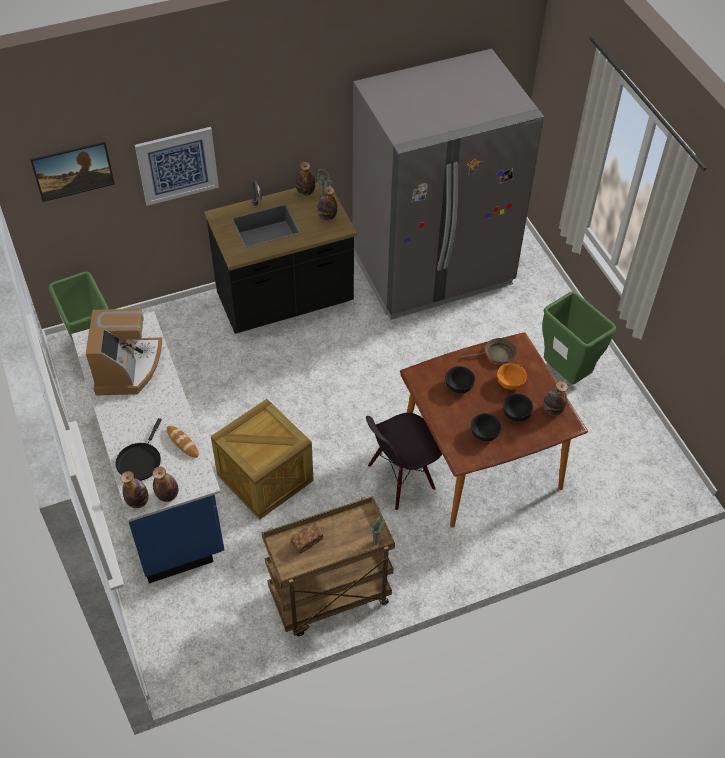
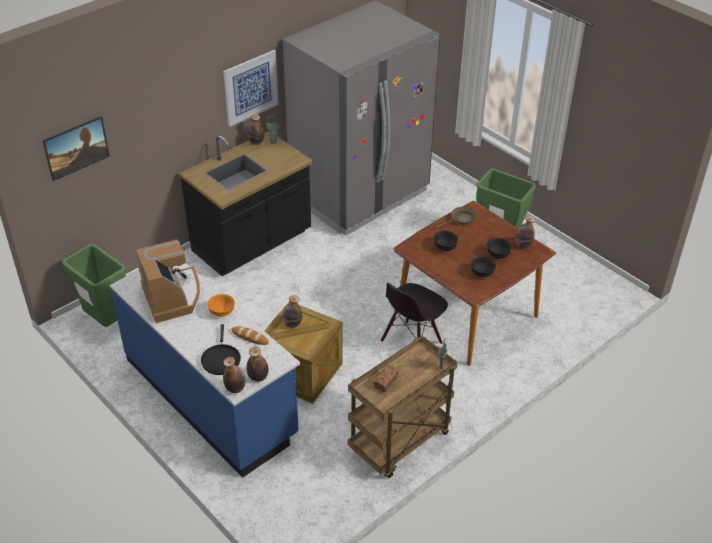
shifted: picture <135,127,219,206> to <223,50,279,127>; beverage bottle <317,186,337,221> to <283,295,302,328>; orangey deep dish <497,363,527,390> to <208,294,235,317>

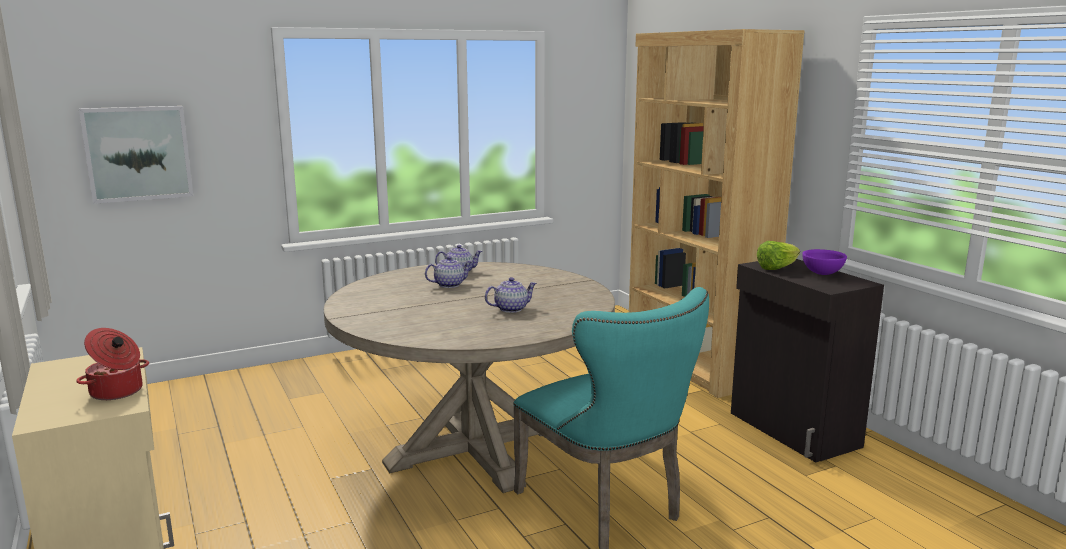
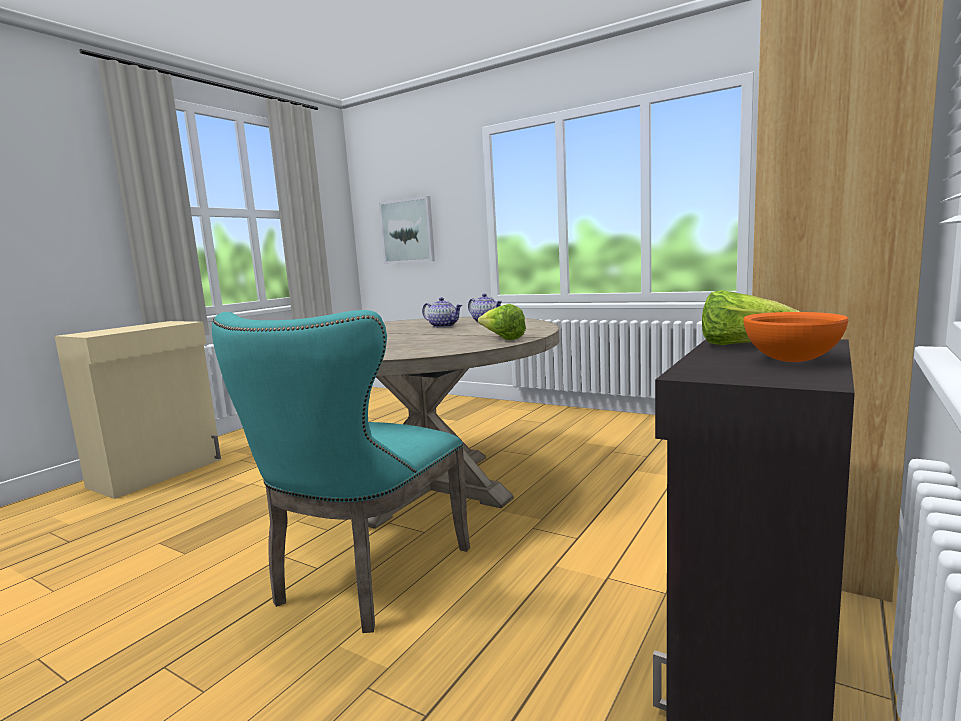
gone: stockpot <76,328,149,400>; tea pot <485,277,537,313>
new: lettuce <478,304,526,340>
repainted: purple-coloured deep dish <802,249,847,275> to orangey deep dish <743,312,848,362>

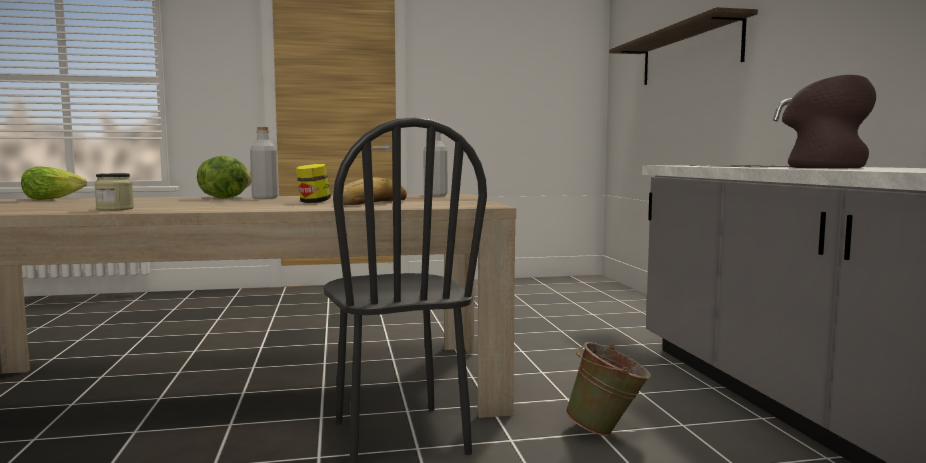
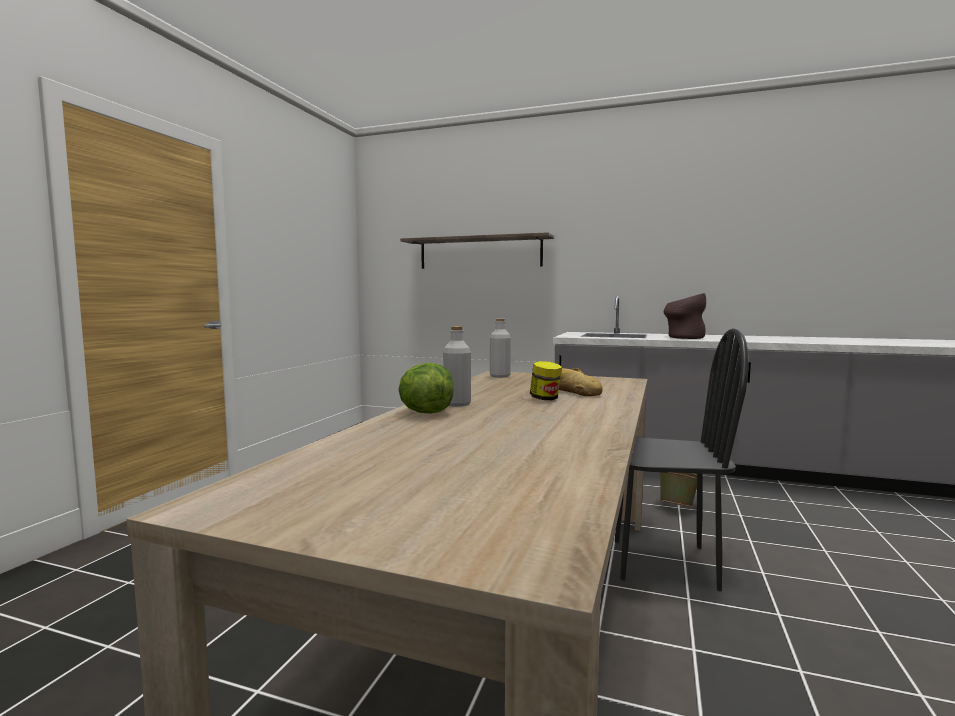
gone: lettuce <21,167,87,200>; preserve jar <94,173,134,211>

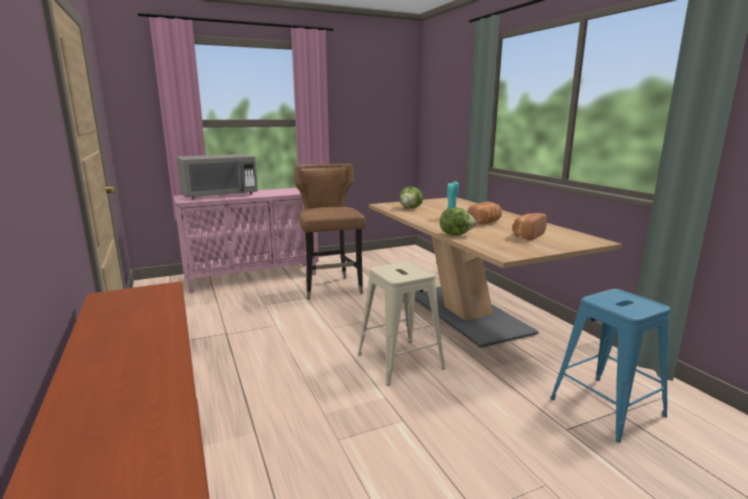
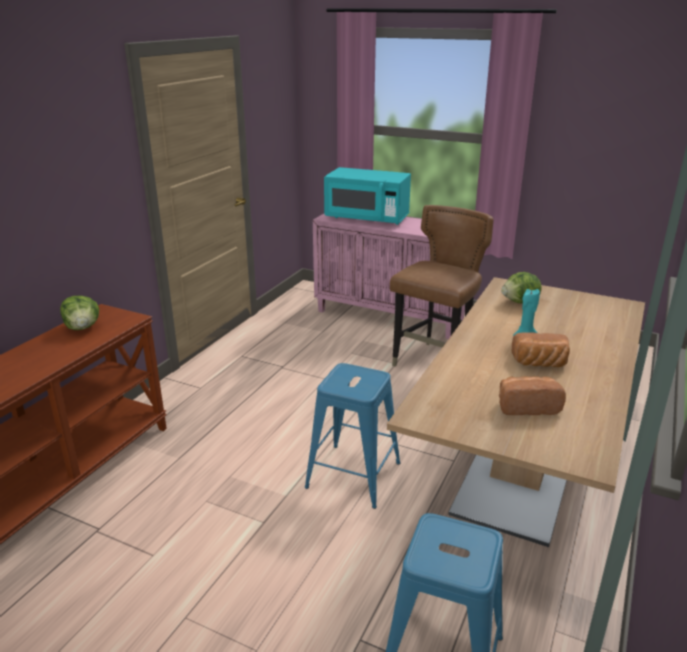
shifted: lettuce <440,207,476,236> to <60,296,99,330>
repainted: gray kitchen microwave <176,154,258,200> to turquoise kitchen microwave <324,167,411,225>; beige-coloured stool seat <358,262,445,386> to blue stool seat <305,363,400,509>

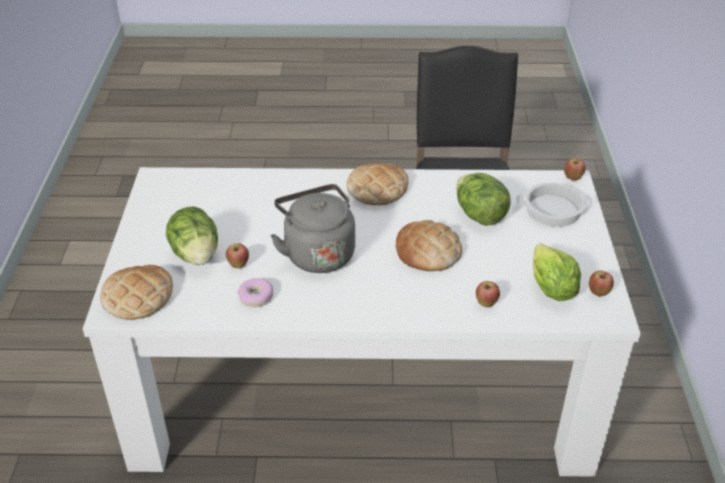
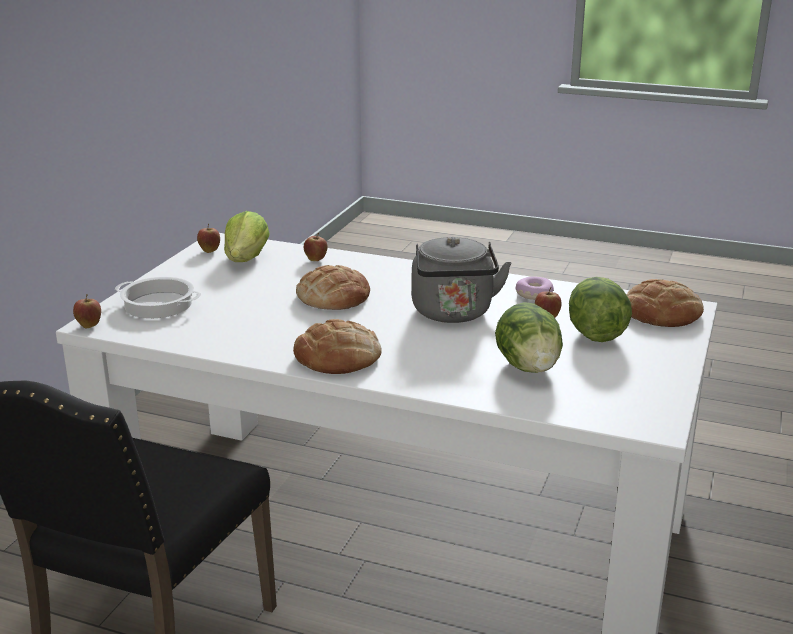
shifted: lettuce <456,173,511,226> to <495,302,563,373>

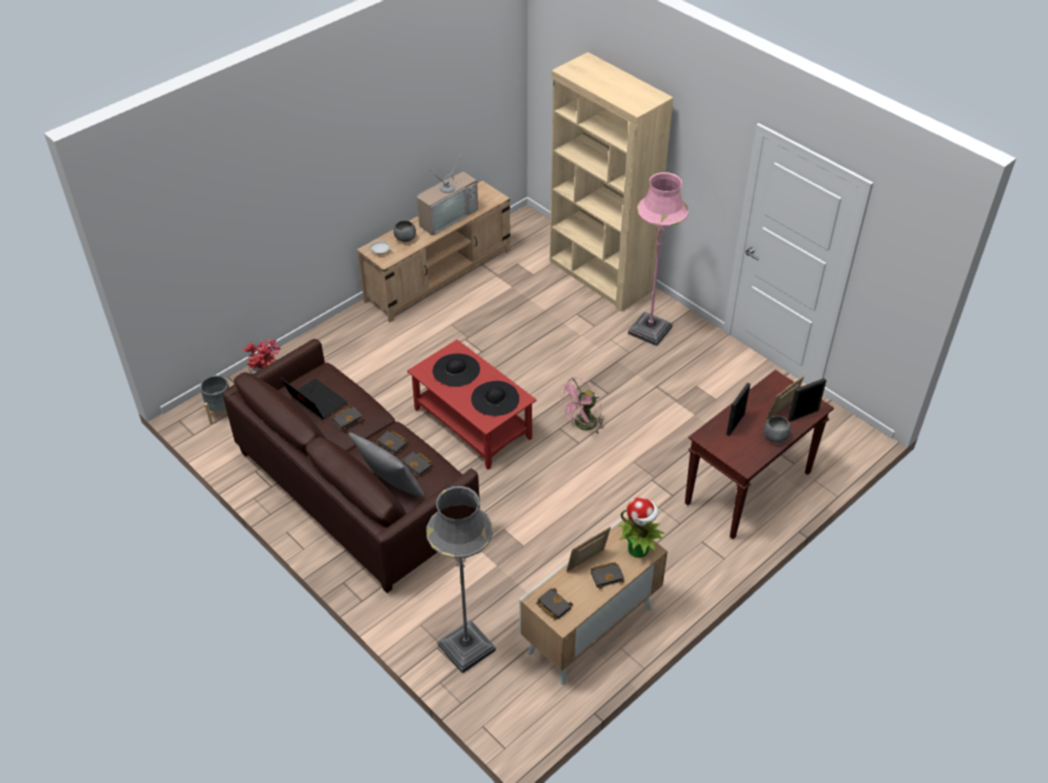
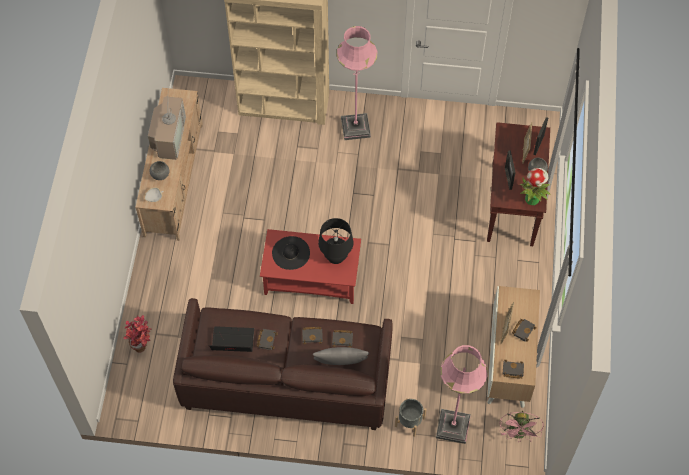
shifted: gray planter <200,375,229,425> to <395,398,427,437>; pink fan <558,377,604,433> to <500,411,544,441>; plant in a pot <618,497,665,558> to <520,168,551,205>
swapped: black-coloured wearable hat <471,381,519,416> to black-coloured table lamp <318,218,353,264>
repainted: gray standard lamp <426,486,496,673> to pink standard lamp <436,345,488,444>

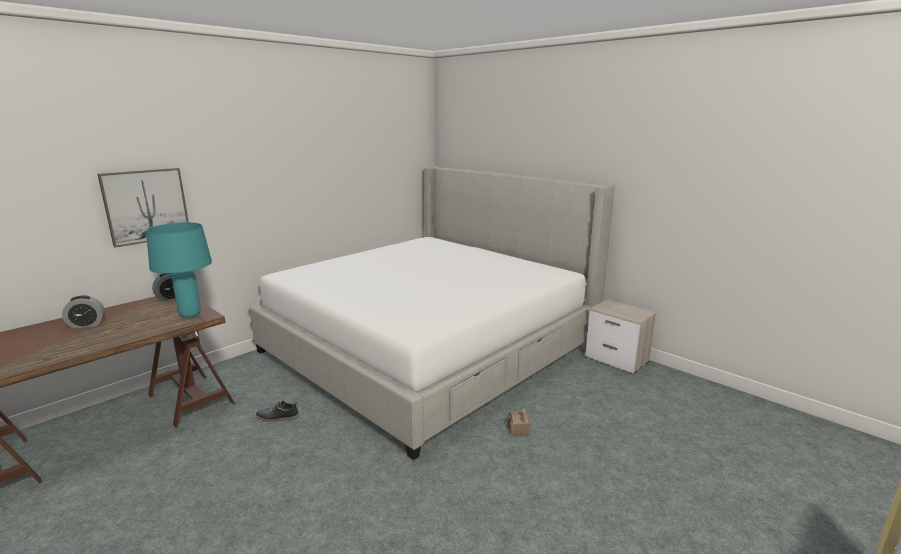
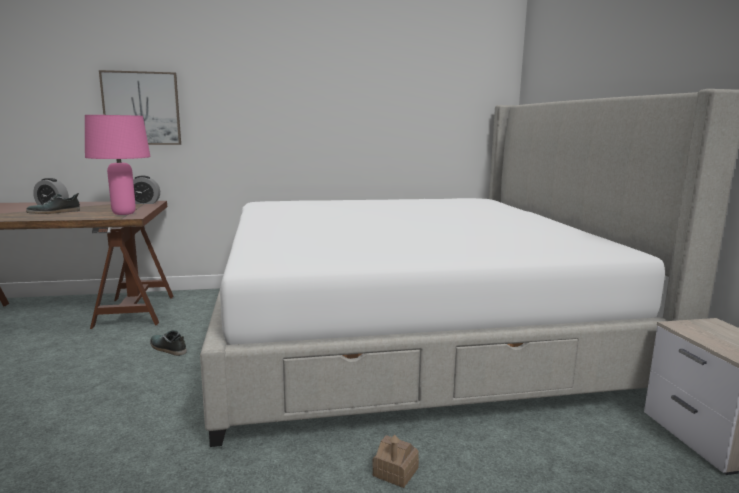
new: item of footwear <26,193,80,214>
repainted: turquoise table lamp <146,222,212,318> to pink table lamp <85,115,150,215>

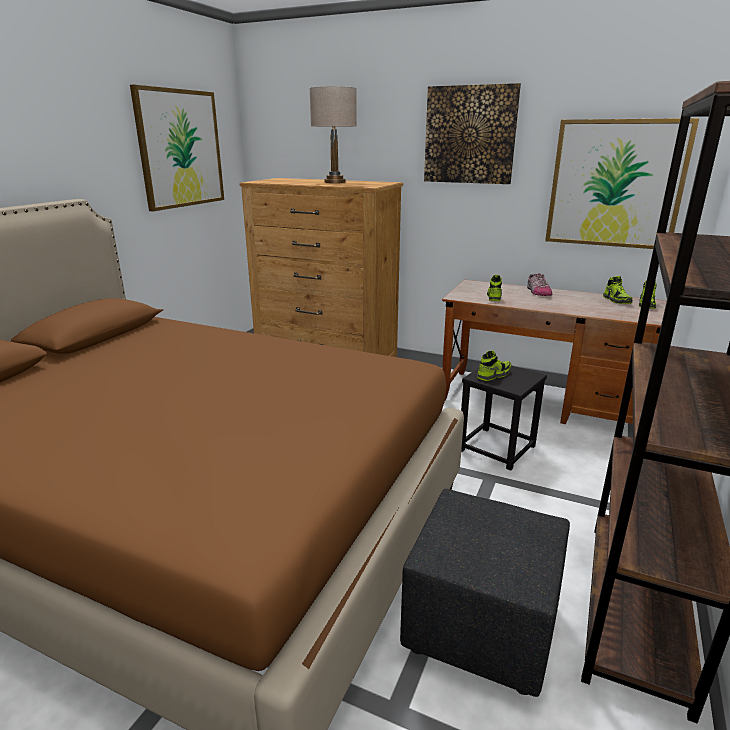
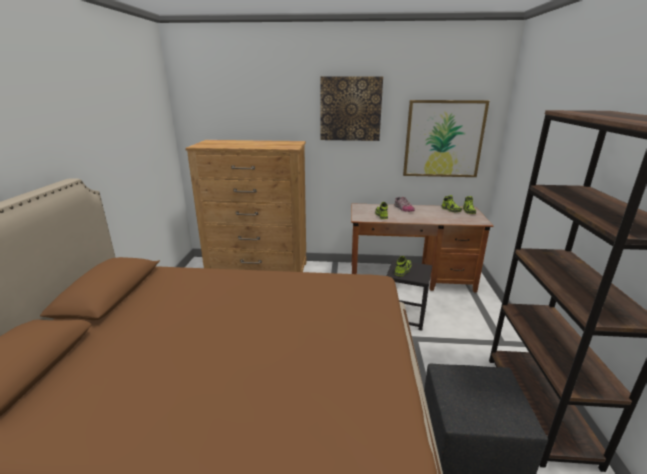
gone: picture <130,85,224,211>; beige-coloured table lamp <309,86,357,183>

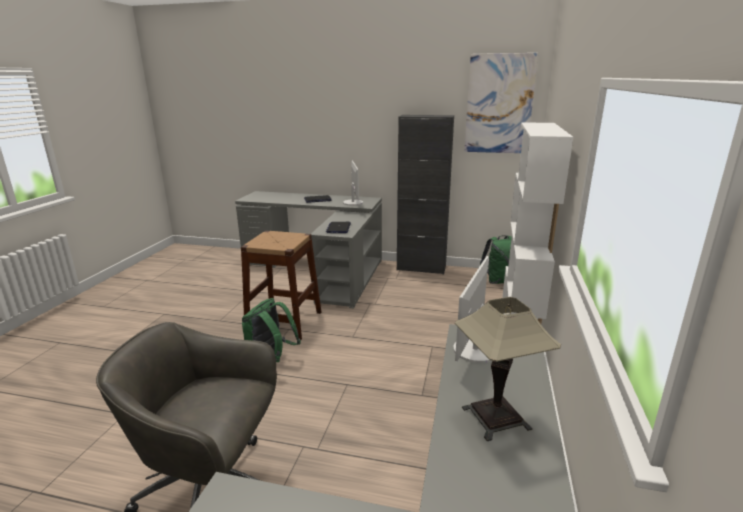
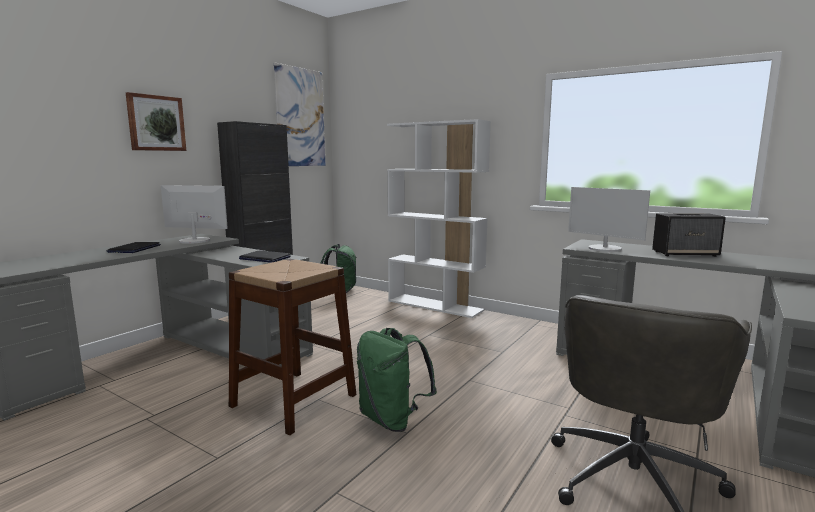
new: picture <126,92,186,151>
swapped: table lamp <455,297,561,441> to loudspeaker <652,213,726,257>

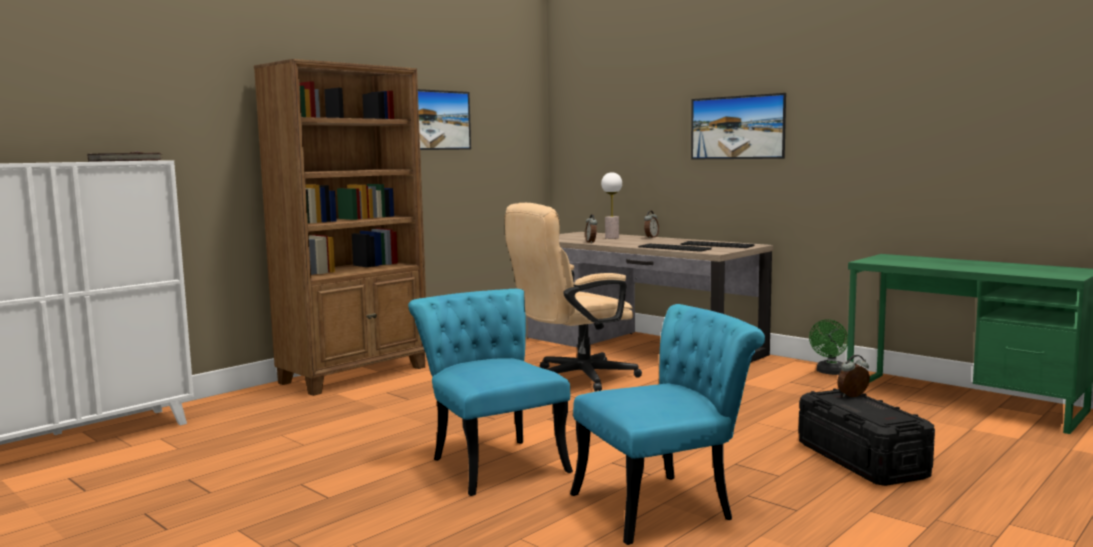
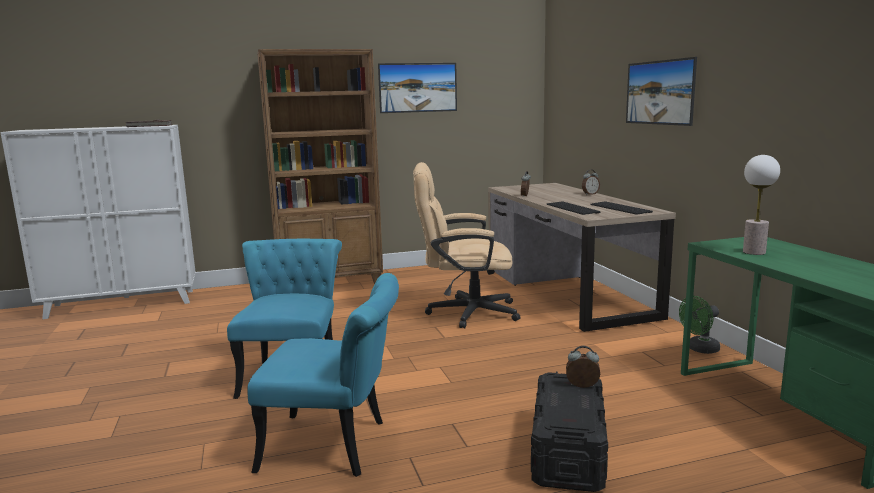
shifted: table lamp <601,172,622,239> to <743,155,780,255>

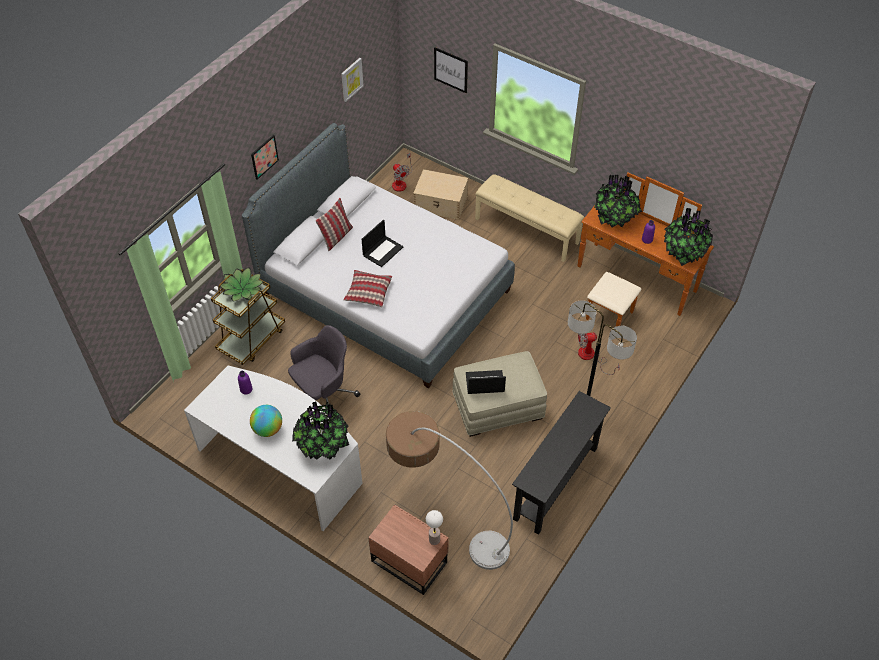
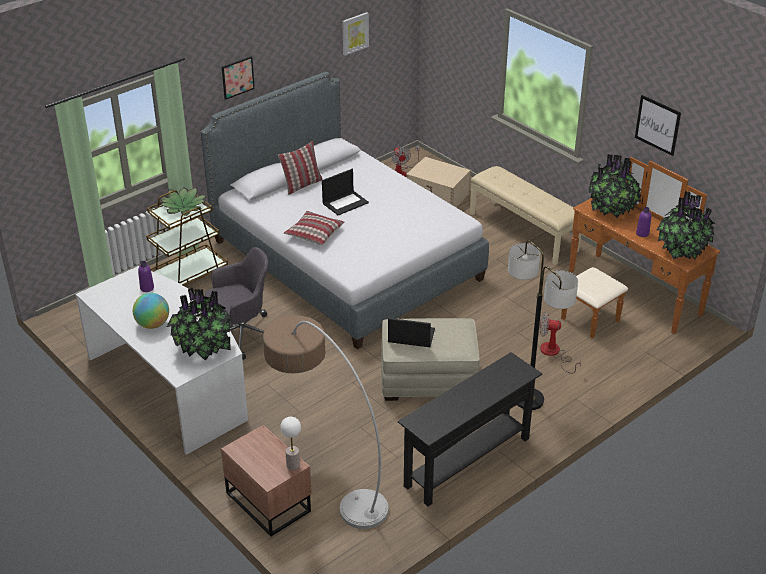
shifted: picture <434,47,468,93> to <635,95,681,156>

